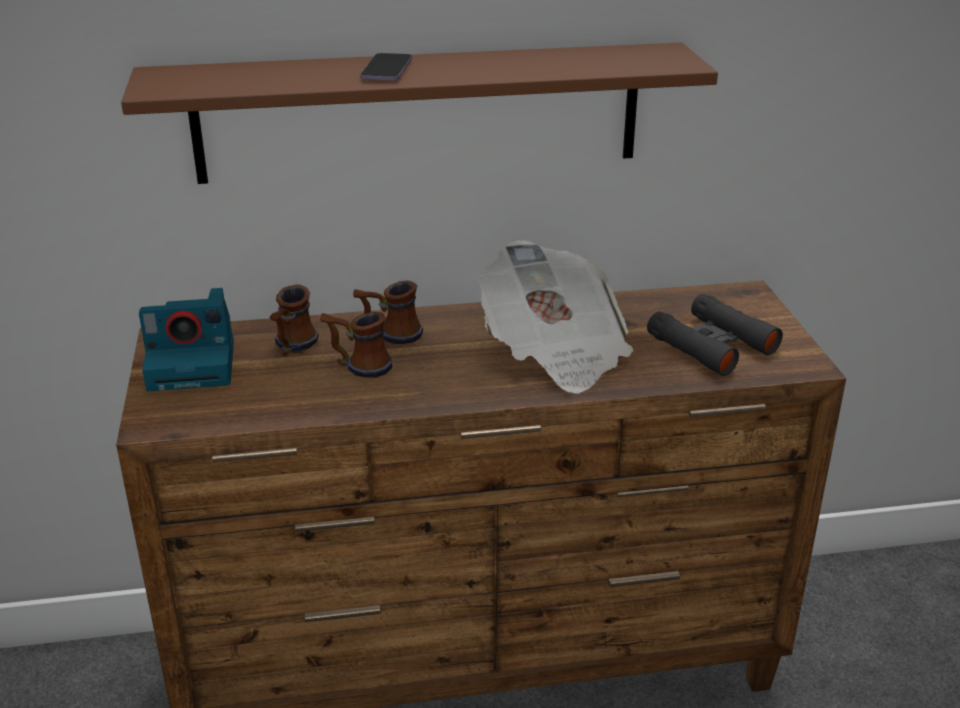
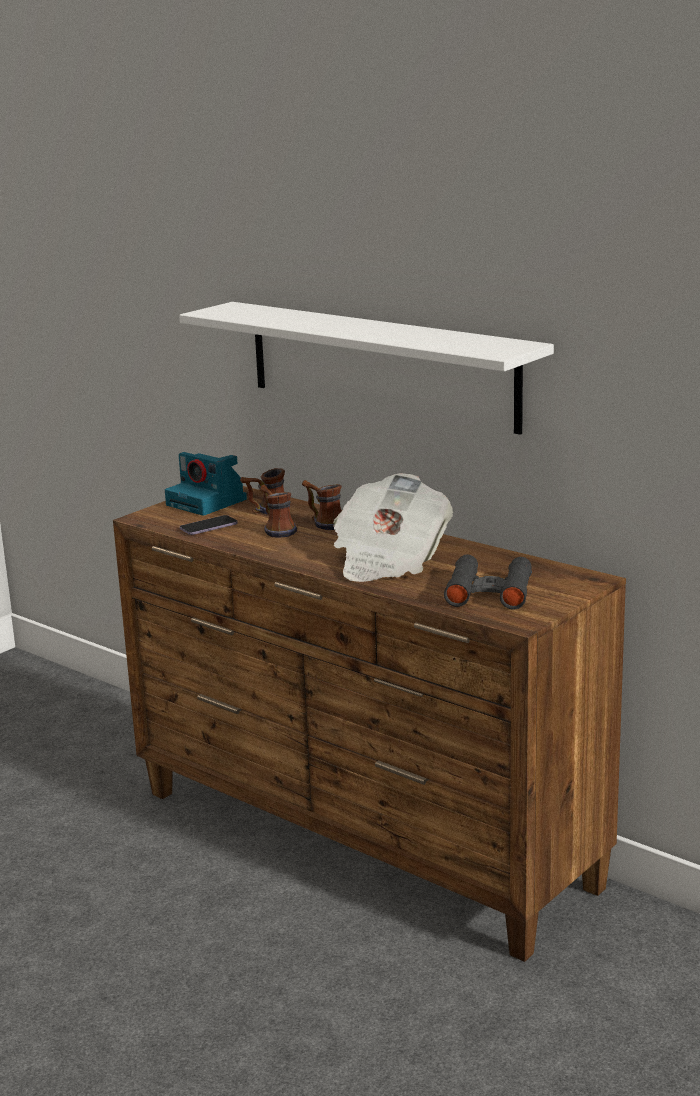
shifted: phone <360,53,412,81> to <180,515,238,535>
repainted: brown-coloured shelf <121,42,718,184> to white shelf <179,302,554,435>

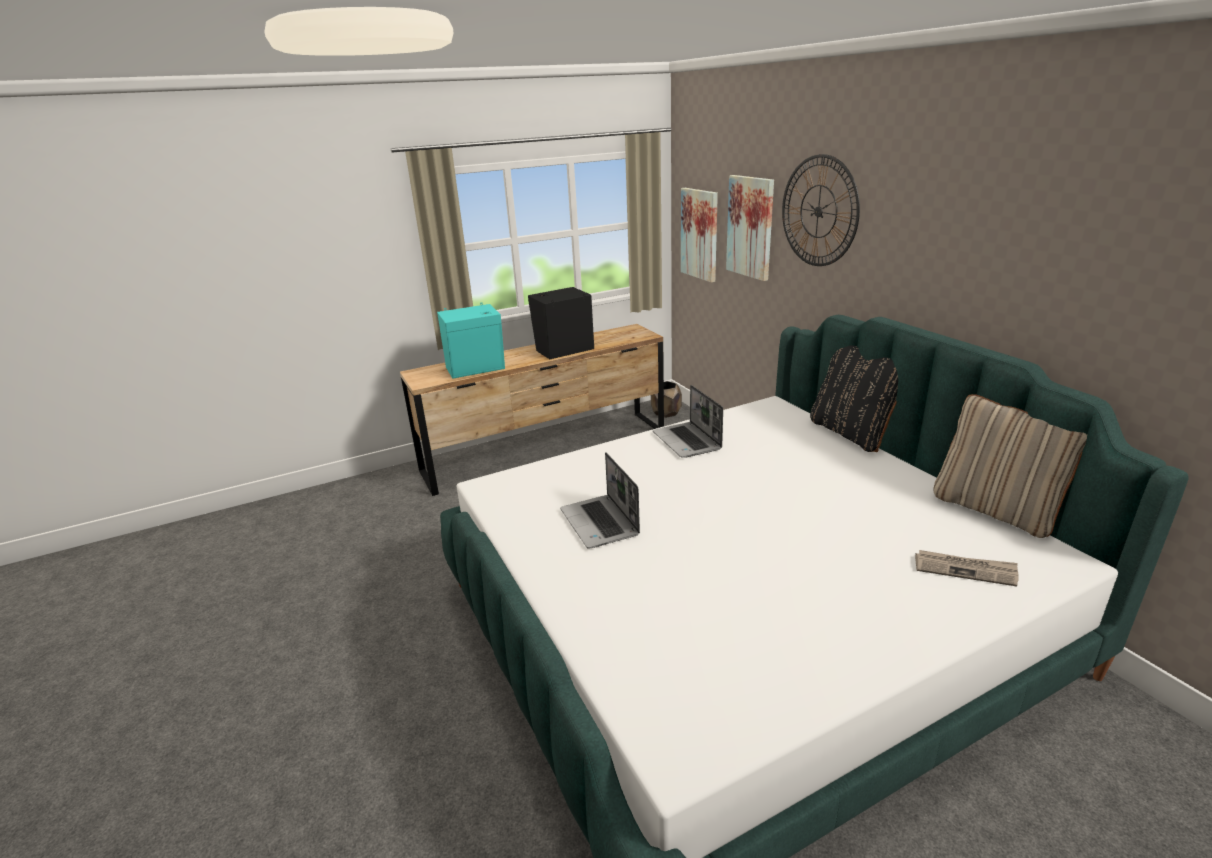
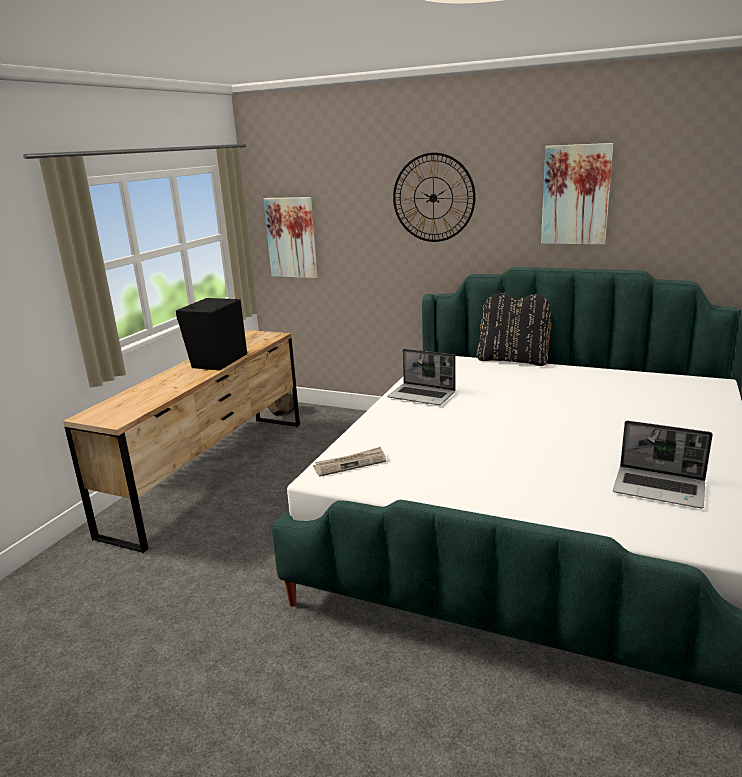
gone: turquoise loudspeaker <437,303,505,378>; beige-coloured cushion <933,394,1087,538>
shifted: portable computer <560,452,640,549> to <613,421,713,509>; picture <726,175,774,281> to <541,143,613,245>; newspaper <915,550,1019,586> to <313,447,386,477>

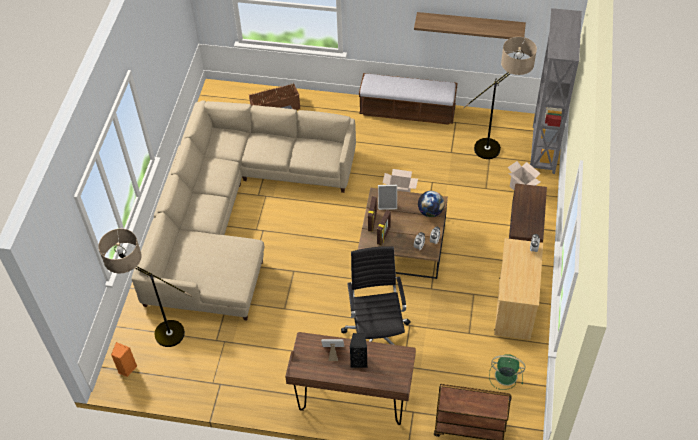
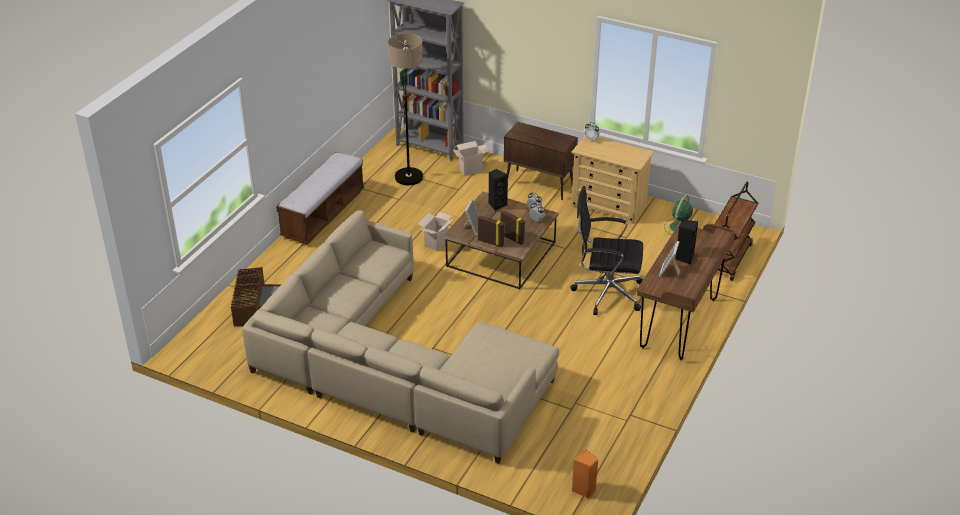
gone: standard lamp <98,229,192,347>; shelf <414,12,526,39>
swapped: desk globe <418,191,445,217> to black-coloured loudspeaker <489,169,508,211>

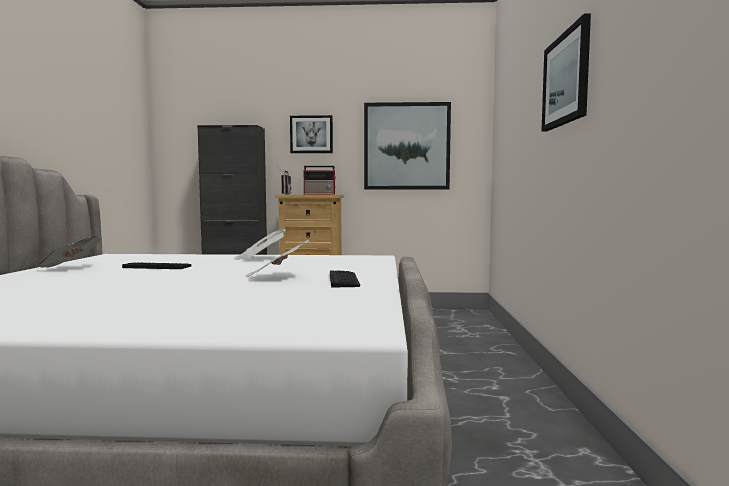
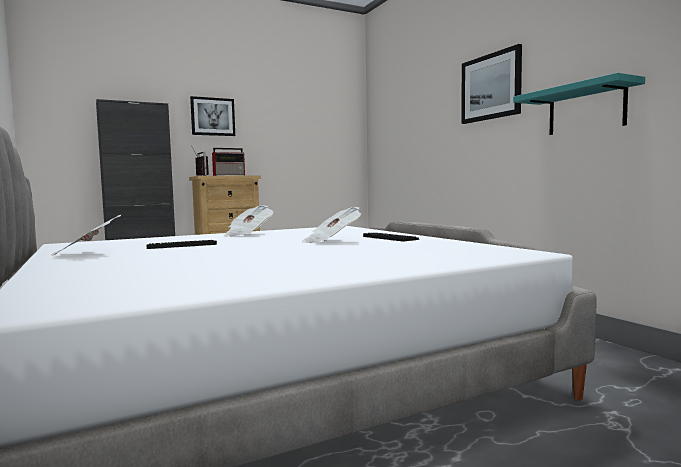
gone: picture <364,102,451,189>
new: turquoise shelf <513,73,645,135>

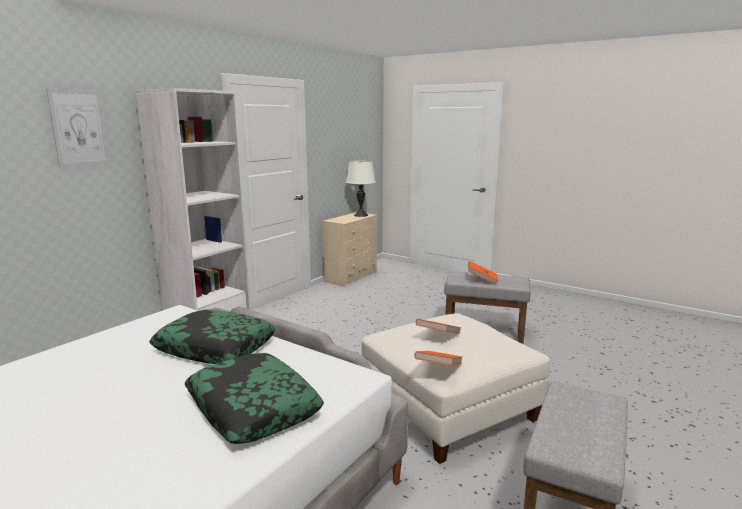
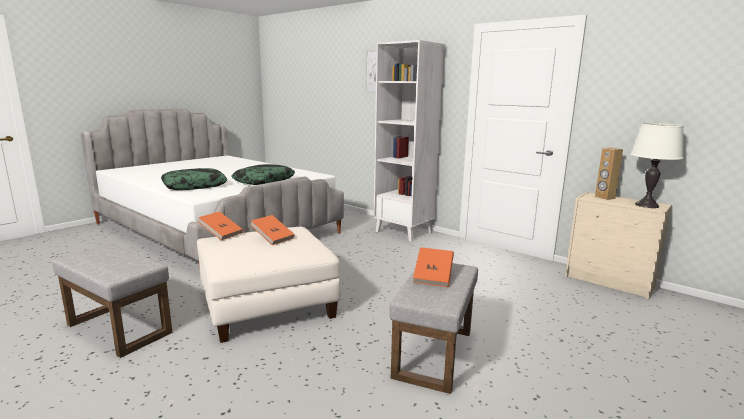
new: brown-coloured loudspeaker <595,148,623,200>

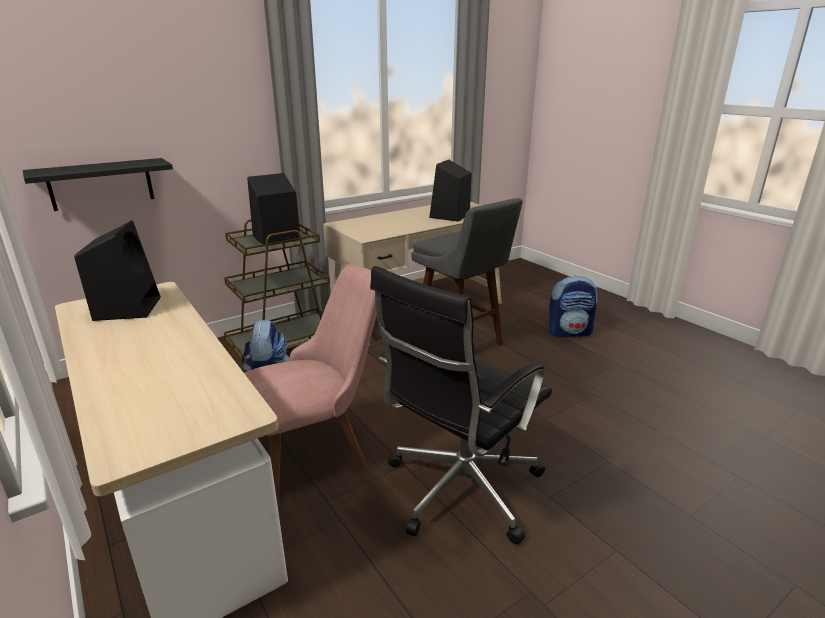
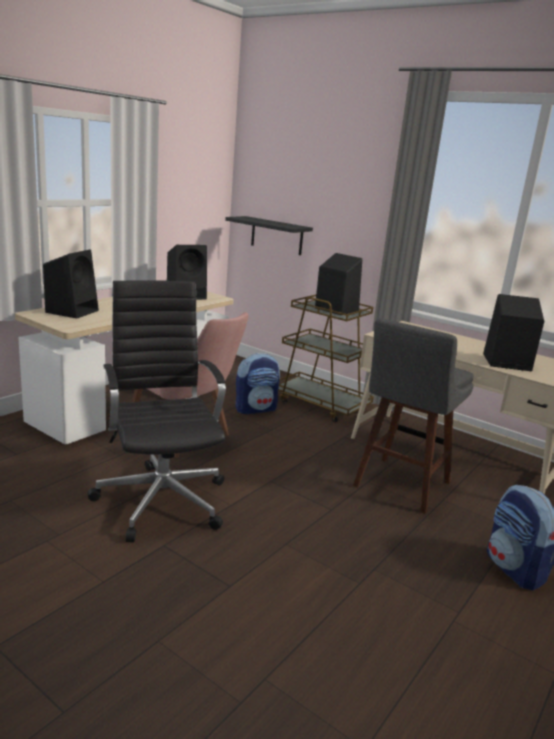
new: black-coloured loudspeaker <43,249,99,318>
rotated: black-coloured office chair <370,266,552,544> = <87,280,226,542> 45 degrees clockwise

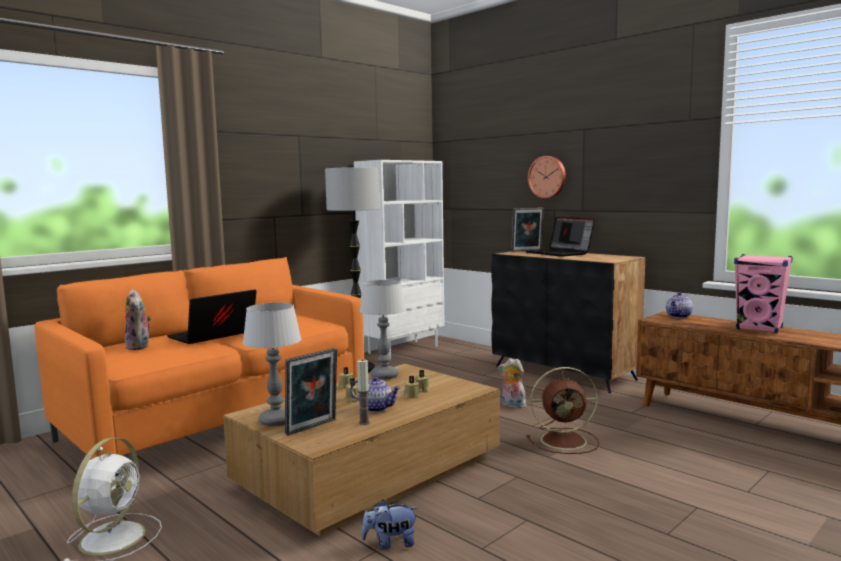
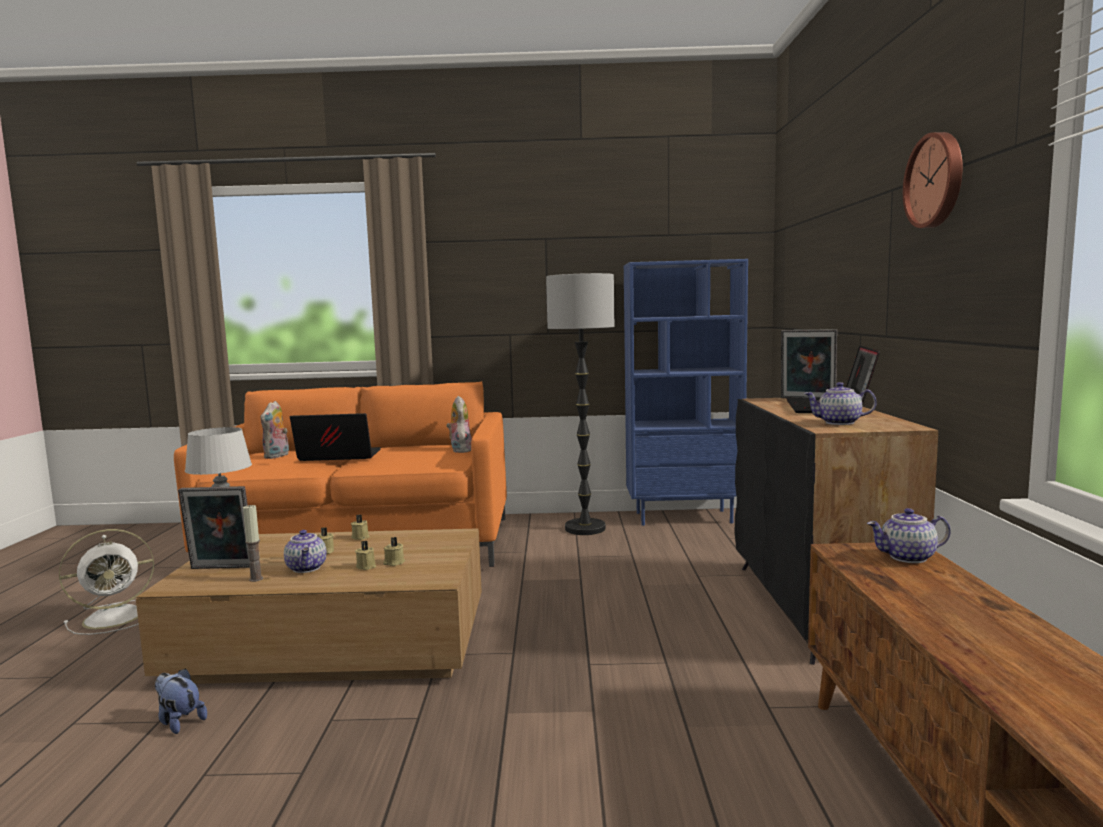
gone: table lamp <360,280,406,379>; brown-coloured fan <527,367,599,454>; pink loudspeaker <734,254,793,333>
new: tea pot <804,382,877,425>
shifted: plush toy <498,358,526,409> to <446,396,472,453>; clock on the wall <528,156,566,198> to <903,132,963,228>
repainted: white bookshelf <354,160,445,357> to blue bookshelf <624,259,748,526>

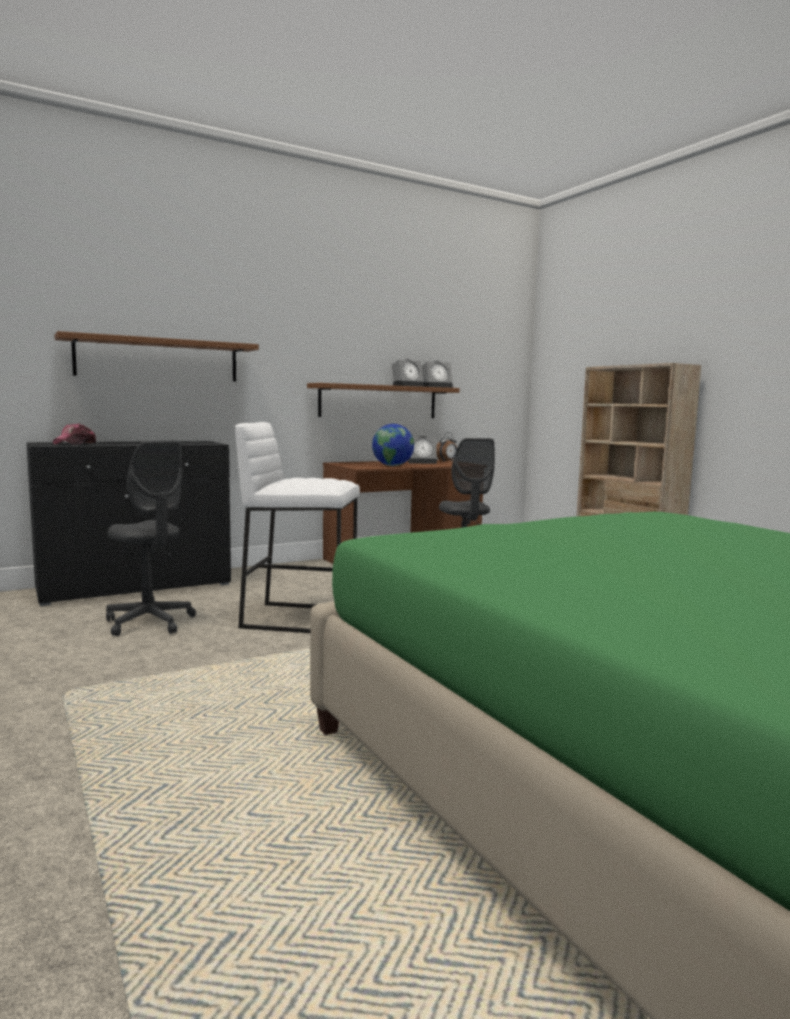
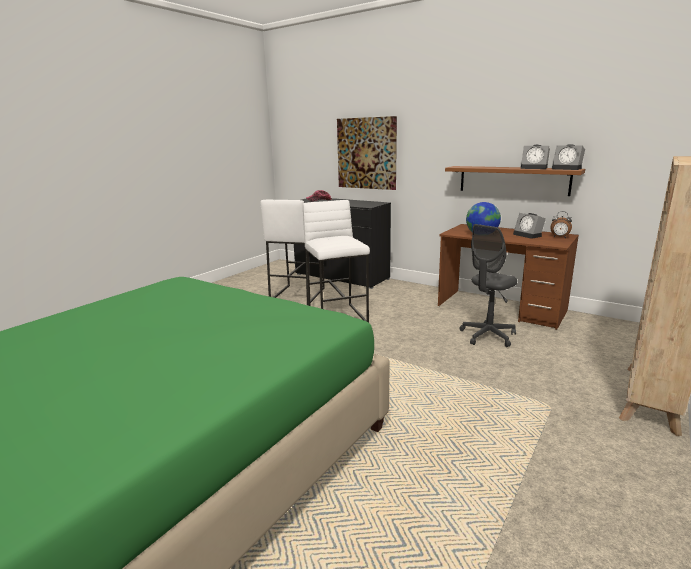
swapped: brown-coloured shelf <55,331,259,382> to picture <337,116,397,190>; gray office chair <106,440,196,636> to white stool seat <261,200,325,305>

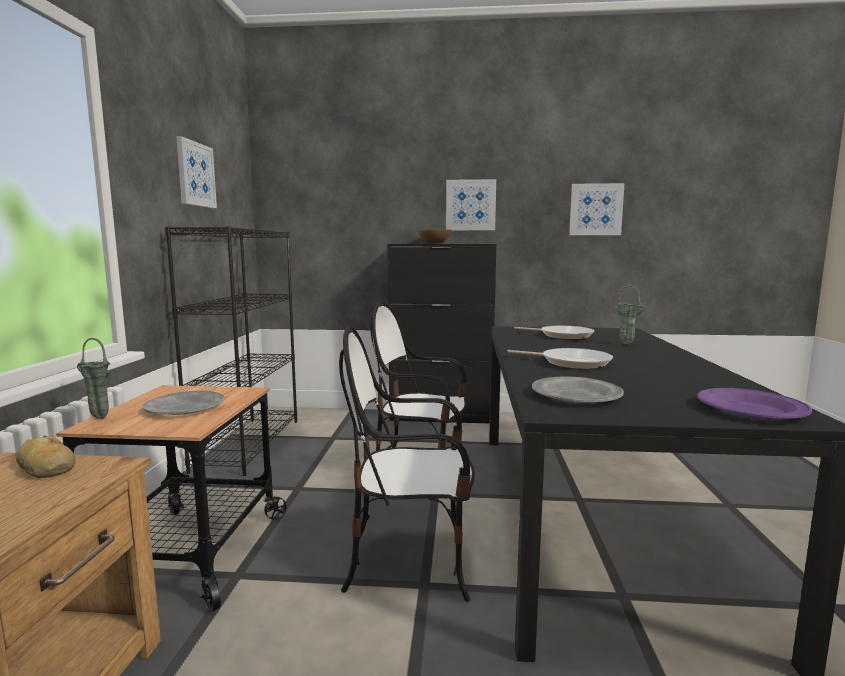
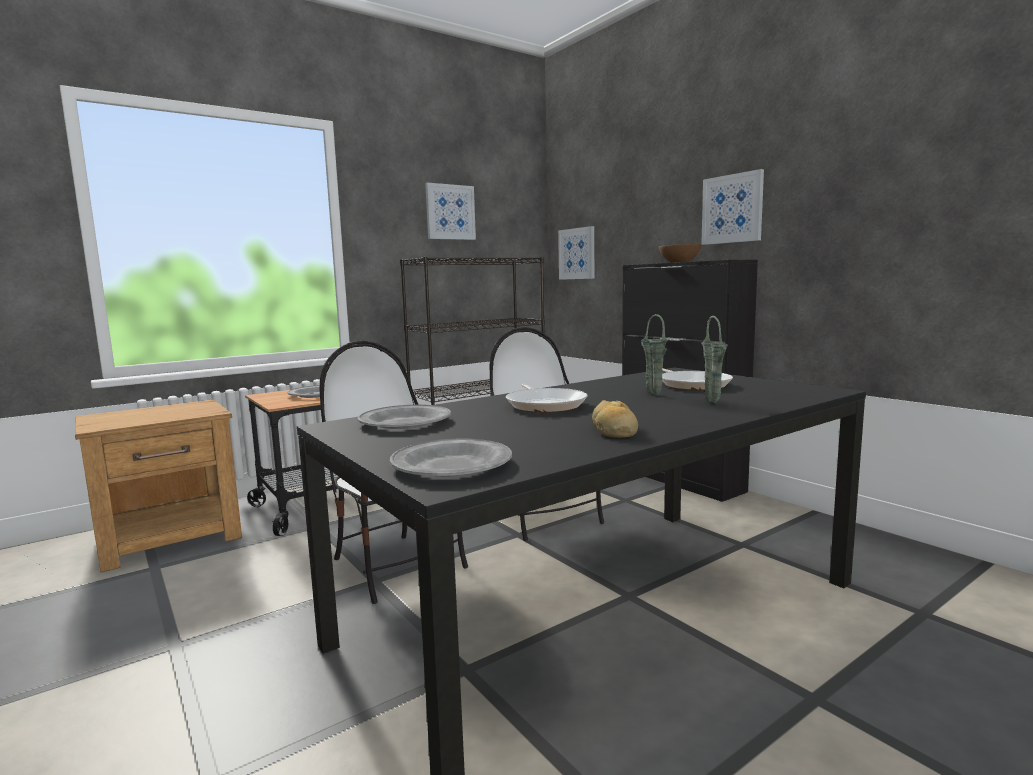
shifted: bakery bread <16,436,76,478> to <592,400,638,438>; greenish vase <77,338,110,419> to <641,314,668,395>; picture <569,183,625,235> to <558,226,594,280>
repainted: purple-coloured flat dish <697,388,812,419> to gray flat dish <390,438,512,477>

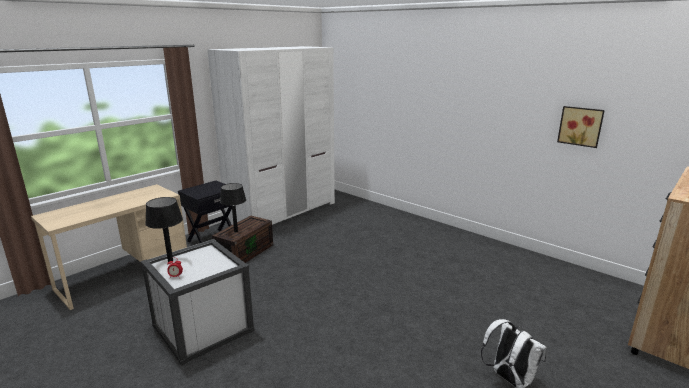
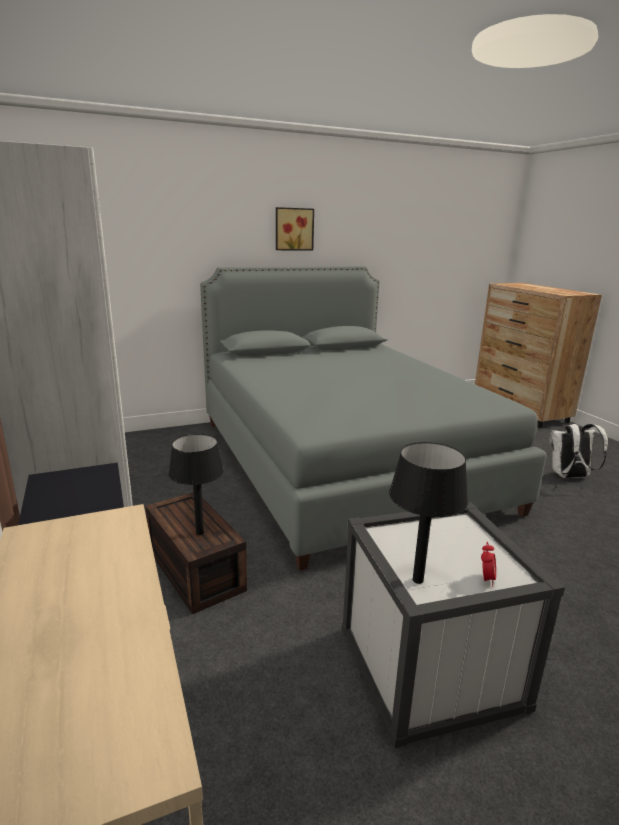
new: gray bed <200,266,546,570>
shifted: picture <557,106,605,148> to <276,207,314,251>

